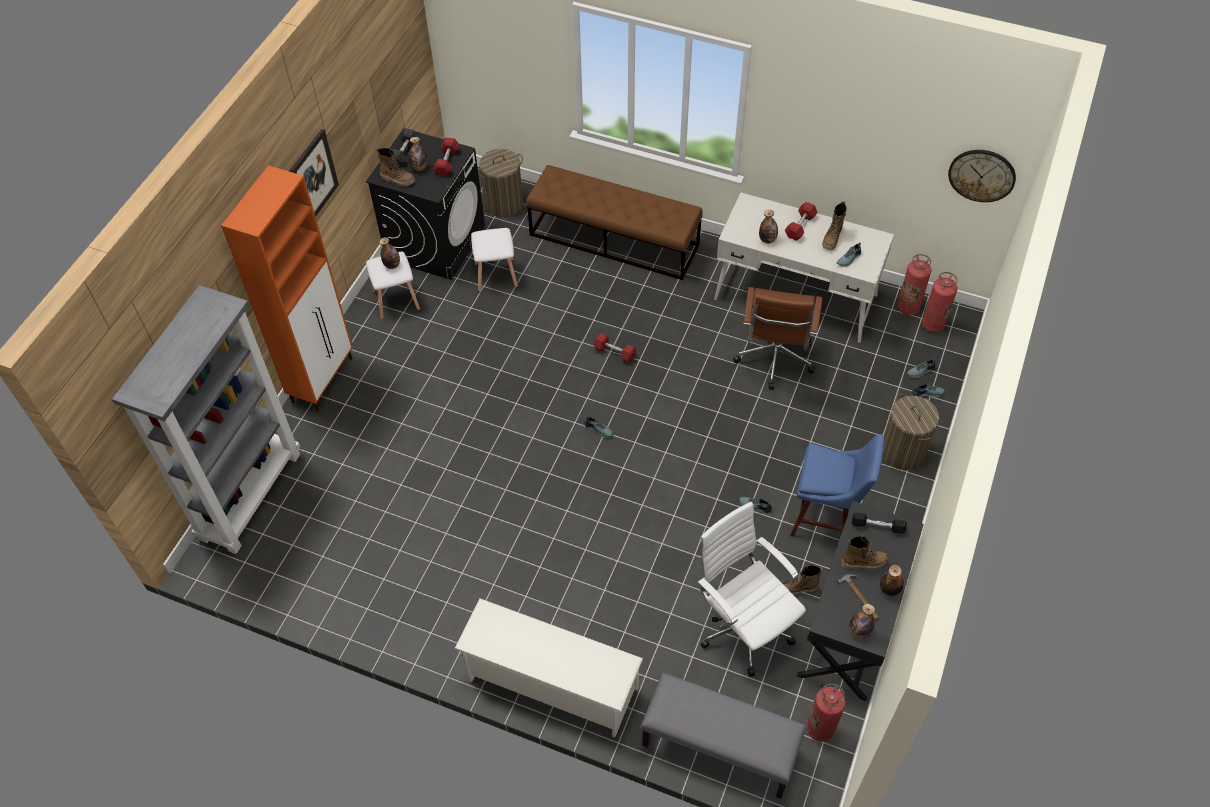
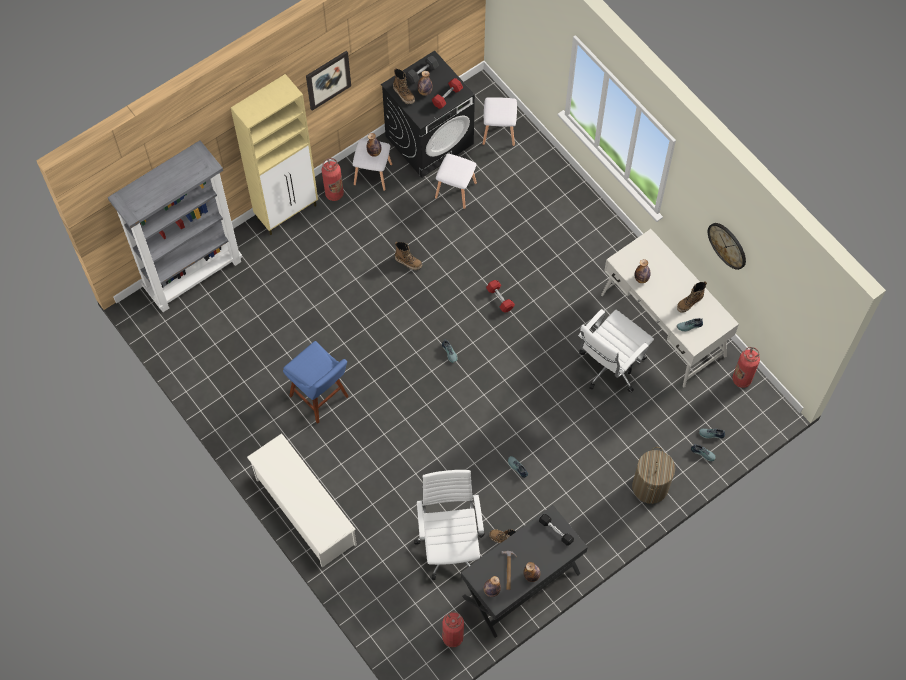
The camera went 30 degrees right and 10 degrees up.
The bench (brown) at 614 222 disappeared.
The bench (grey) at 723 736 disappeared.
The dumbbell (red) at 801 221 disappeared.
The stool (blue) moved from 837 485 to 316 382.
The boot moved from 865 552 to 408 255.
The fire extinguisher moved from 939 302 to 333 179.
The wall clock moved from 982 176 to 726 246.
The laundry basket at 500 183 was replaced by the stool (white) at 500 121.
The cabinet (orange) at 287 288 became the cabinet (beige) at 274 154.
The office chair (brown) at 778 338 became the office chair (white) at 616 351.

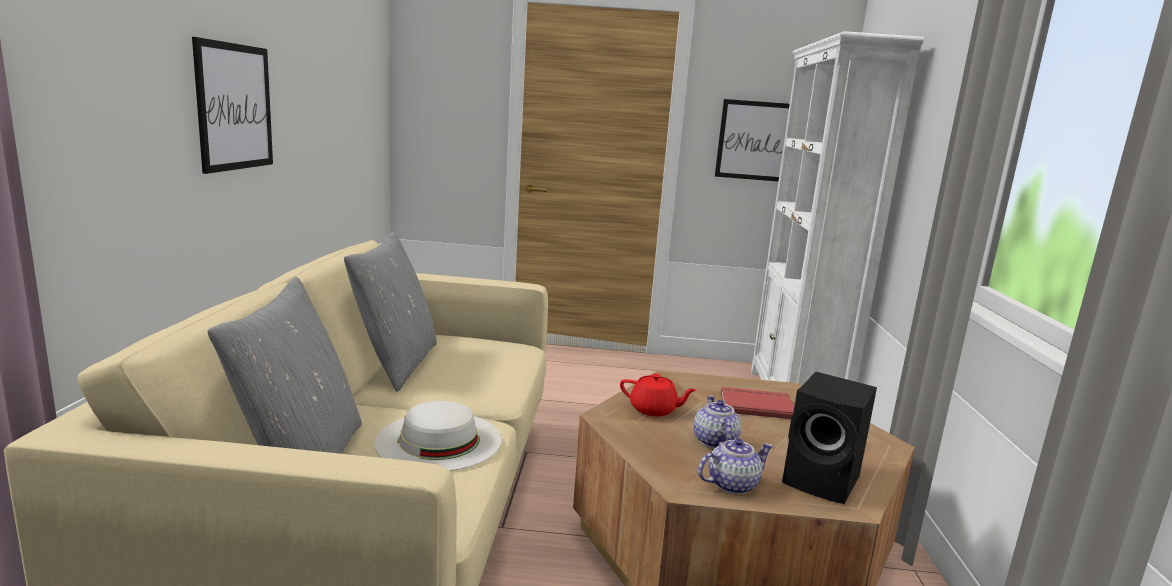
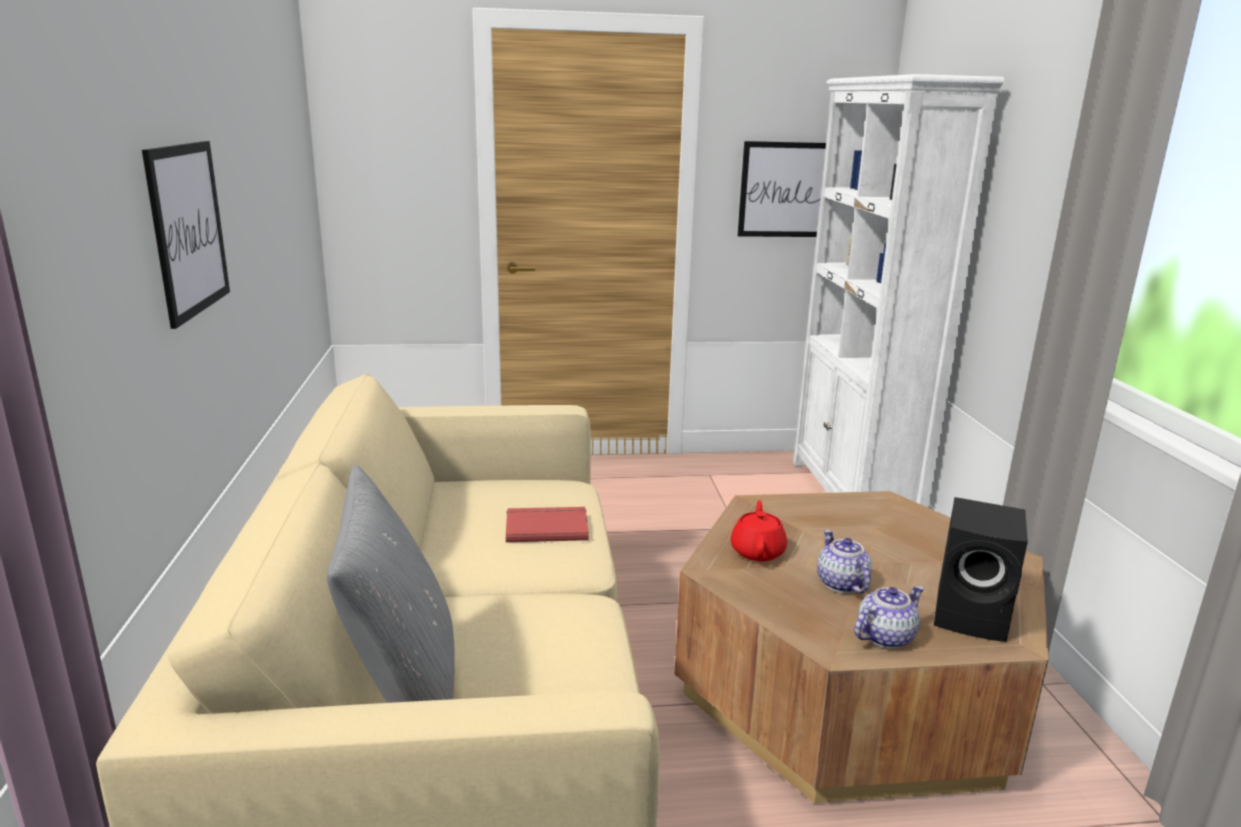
The camera went 10 degrees left and 5 degrees up.
The pillow (grey) at 390 312 disappeared.
The hat (white) at 437 436 disappeared.
The book (red) moved from 757 403 to 547 524.
The teapot (red) at 658 395 turned 90 degrees counterclockwise.

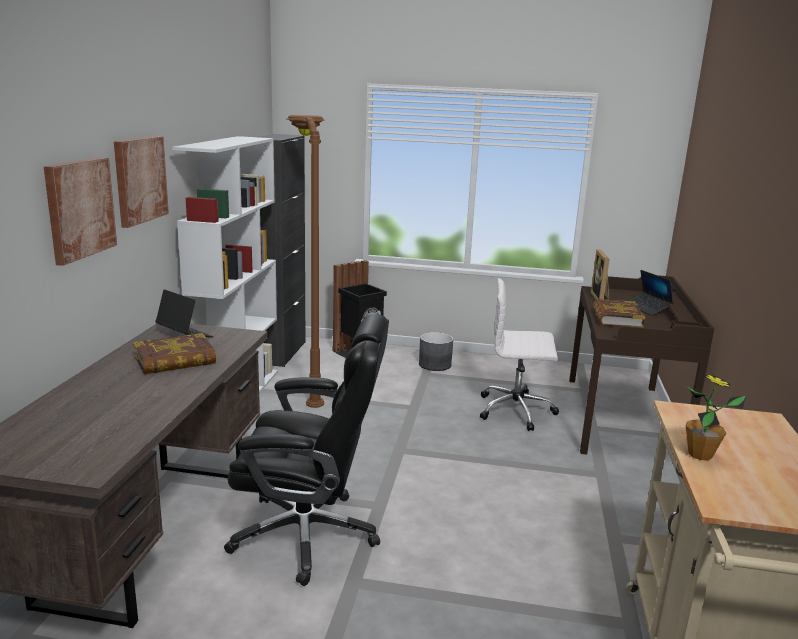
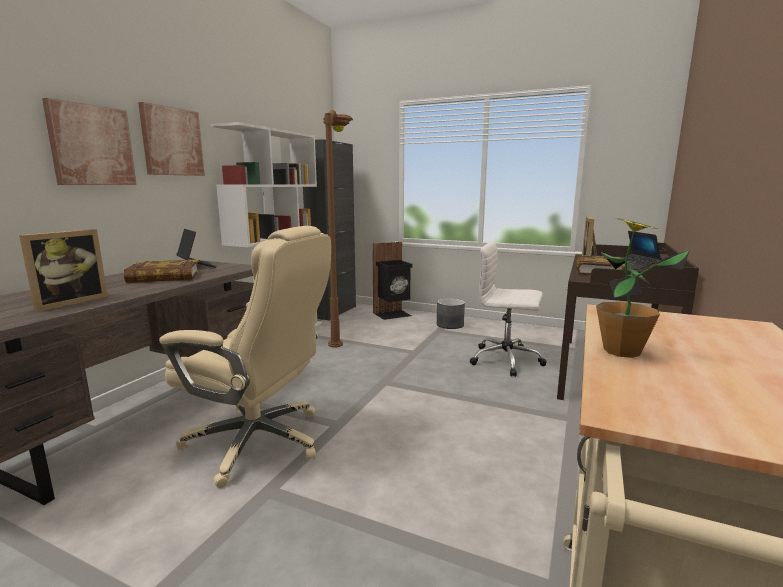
The camera went 15 degrees right and 5 degrees down.
The picture frame at 63 270 appeared.
The office chair (black) at 306 450 became the office chair (beige) at 245 357.

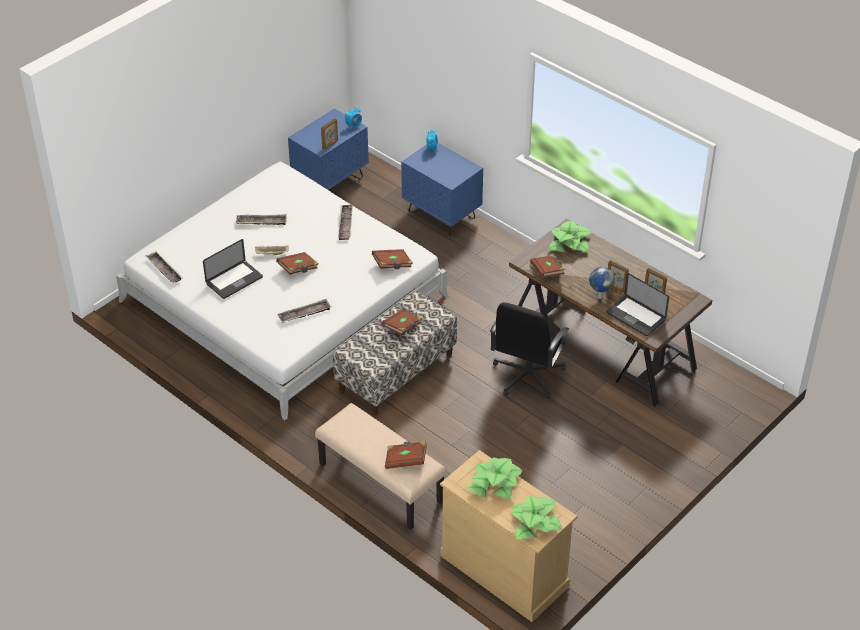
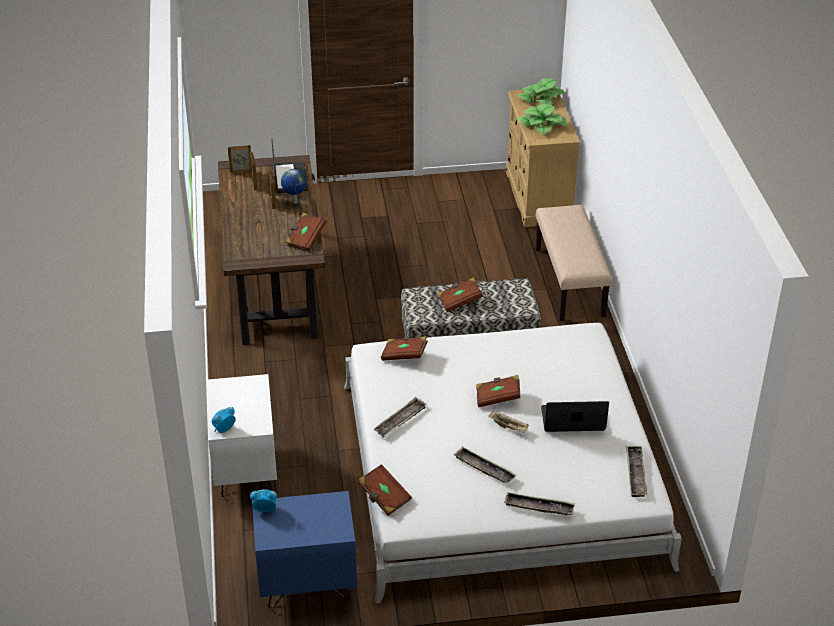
The camera went 140 degrees left and 5 degrees down.
The office chair (black) at 529 350 disappeared.
The potted plant at 570 237 disappeared.
The tray moved from 304 311 to 539 503.
The picture frame moved from 329 134 to 239 159.
The book (brown) moved from 406 455 to 385 490.
The nightstand (blue) at 442 189 became the nightstand (white) at 241 435.

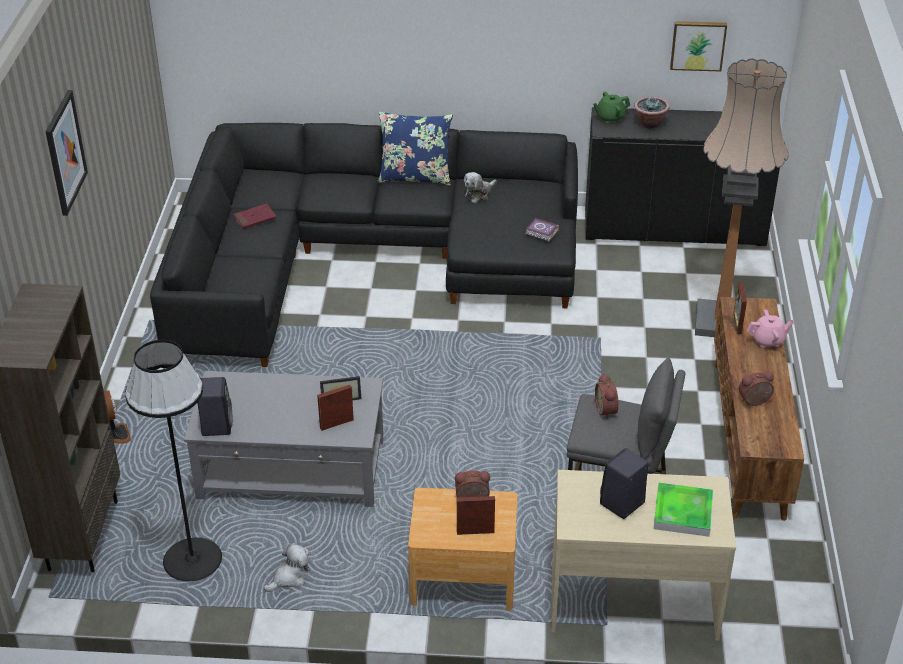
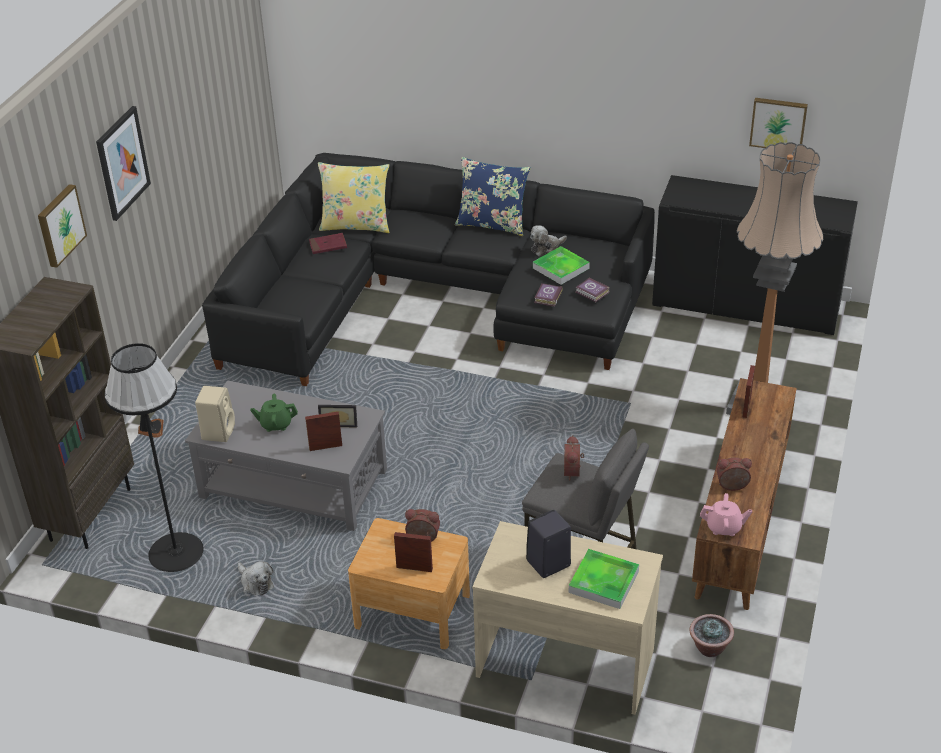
The camera went 15 degrees right and 0 degrees up.
The picture at 62 226 appeared.
The pillow (yellow) at 354 197 appeared.
The tray at 561 265 appeared.
The book at 548 295 appeared.
The teapot (green) moved from 611 107 to 274 413.
The potted plant moved from 652 113 to 712 635.
The teapot (pink) moved from 770 329 to 726 514.
The speaker (black) at 214 406 became the speaker (beige) at 215 414.
The plush toy at 287 567 turned 75 degrees clockwise.

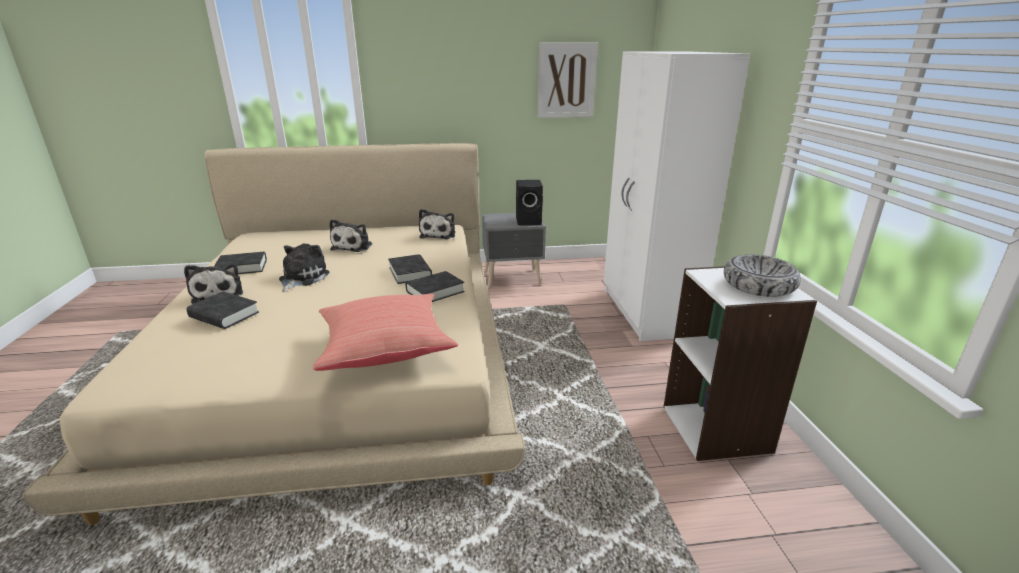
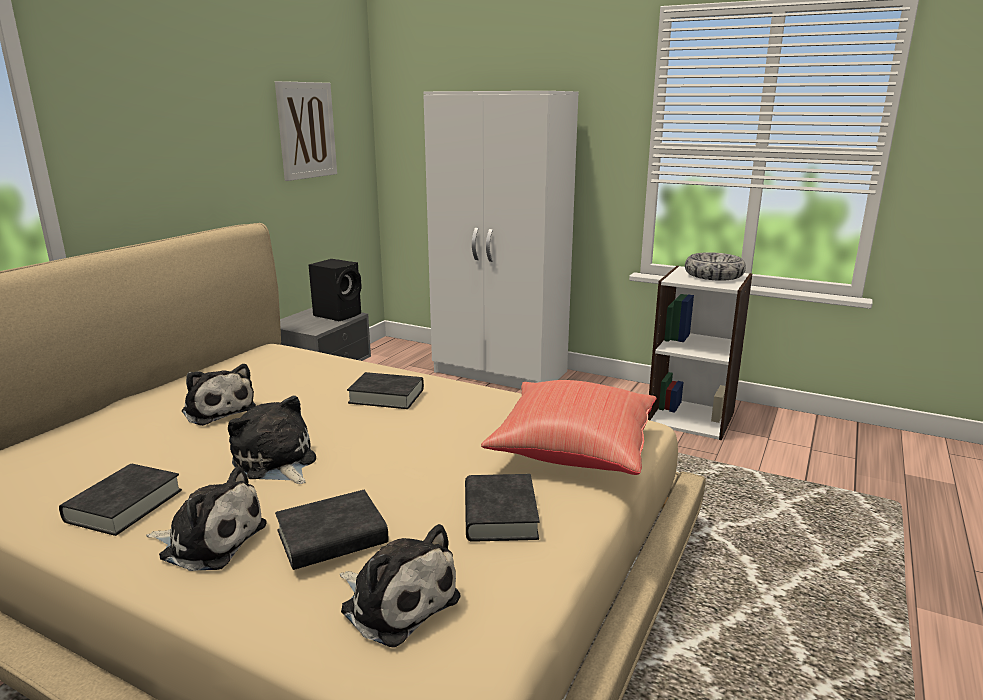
The camera went 55 degrees left and 5 degrees down.
The book (black) moved from 435 286 to 502 508.
The plush toy moved from 437 224 to 400 586.

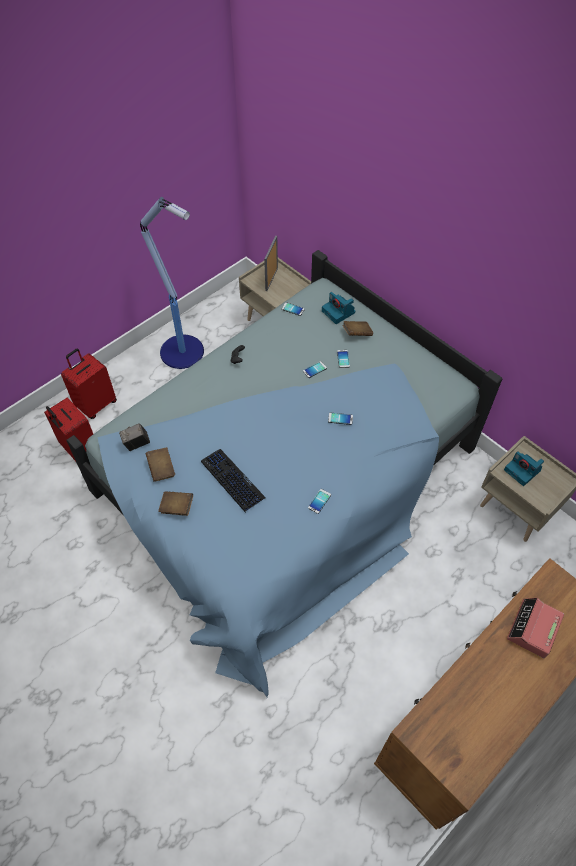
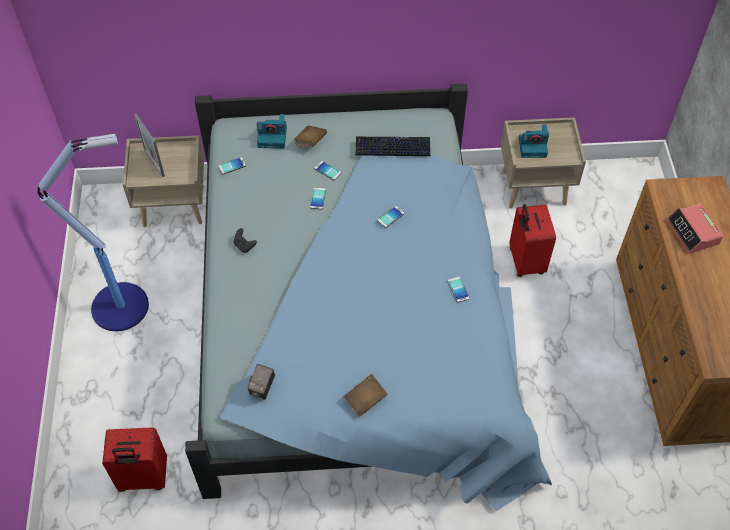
The camera went 50 degrees left and 0 degrees up.
The book (brown) at 160 464 disappeared.
The suitcase (red) moved from 89 384 to 532 240.
The keyboard moved from 233 481 to 393 146.

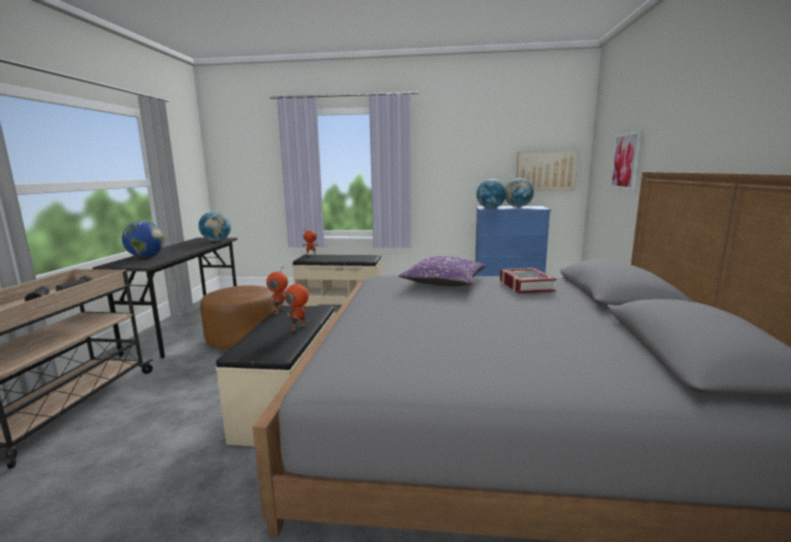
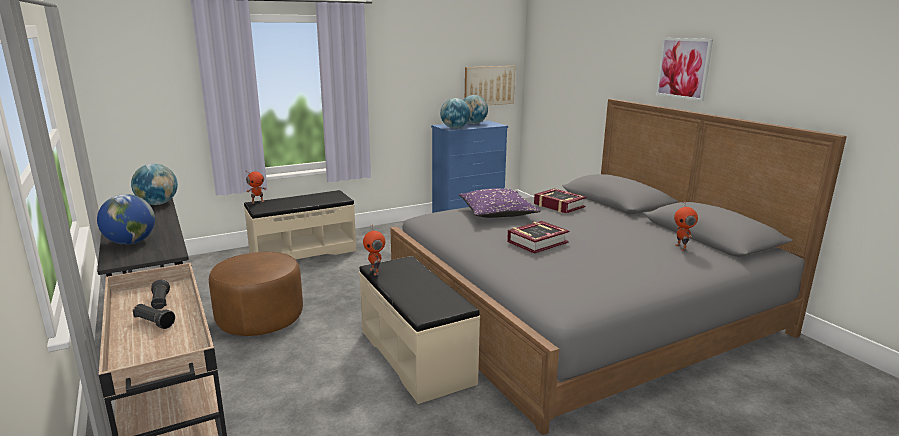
The camera went 35 degrees left and 5 degrees up.
The book at 538 237 appeared.
The toy robot moved from 297 305 to 686 226.
The picture moved from 626 160 to 684 69.

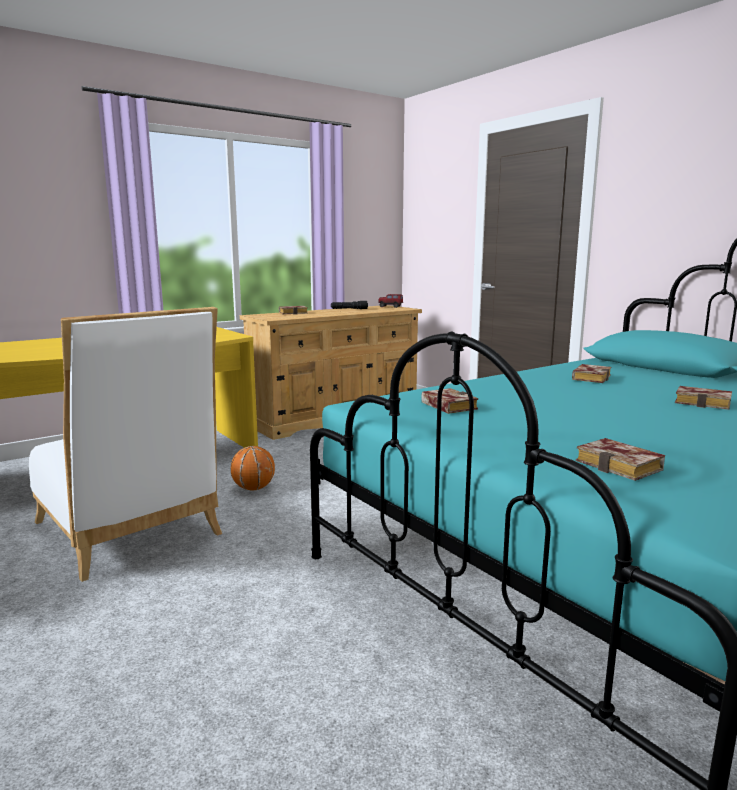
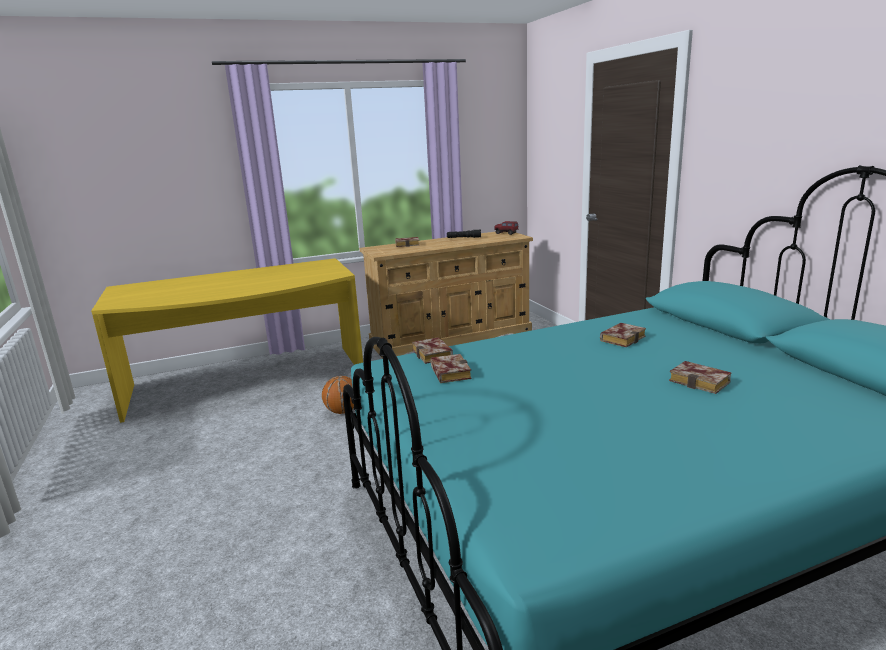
The camera went 15 degrees right and 5 degrees up.
The chair (white) at 125 444 disappeared.
The book moved from 620 459 to 432 350.

